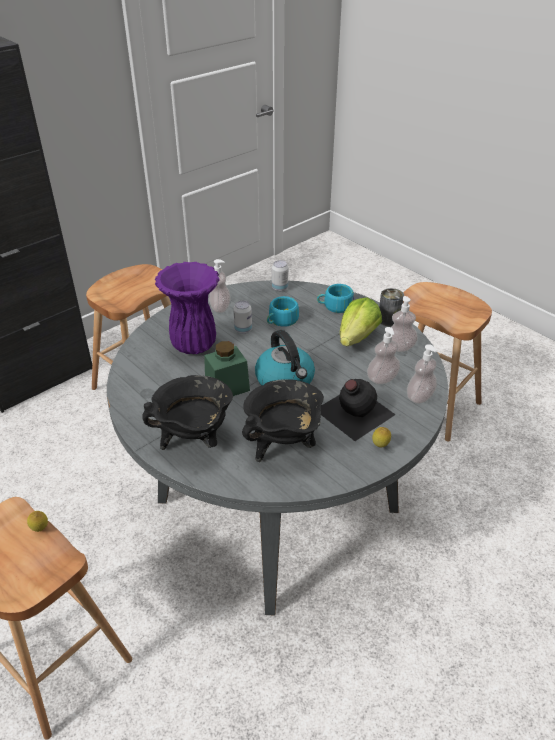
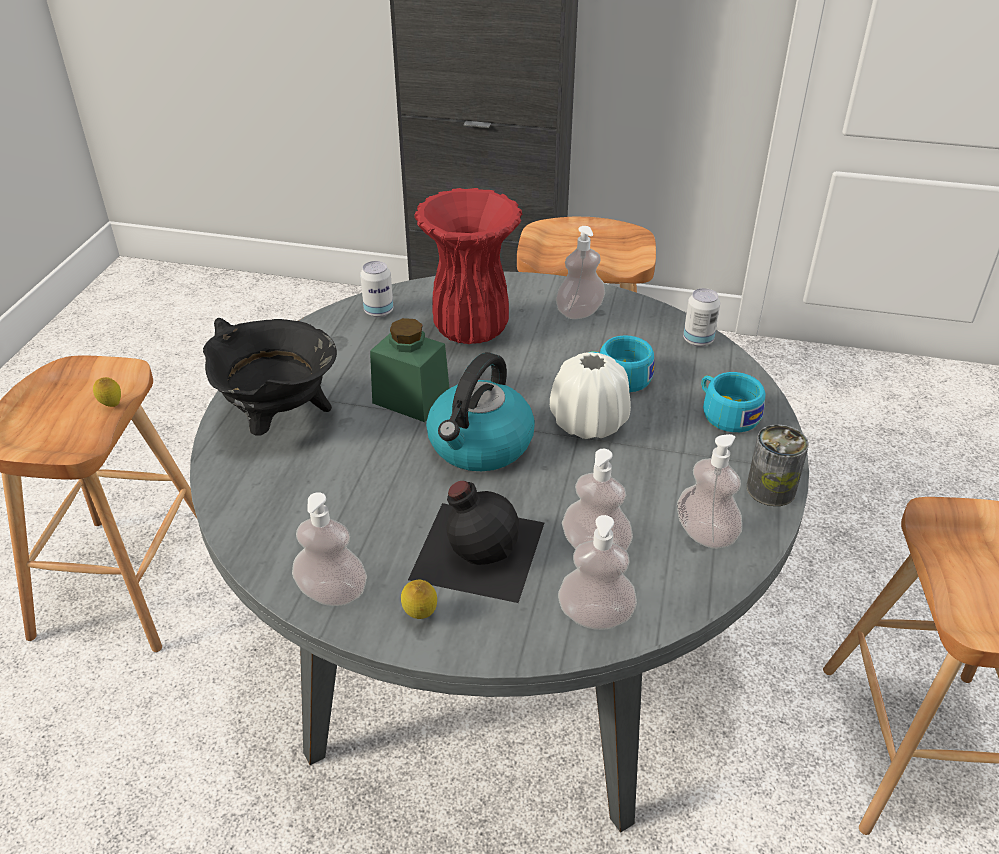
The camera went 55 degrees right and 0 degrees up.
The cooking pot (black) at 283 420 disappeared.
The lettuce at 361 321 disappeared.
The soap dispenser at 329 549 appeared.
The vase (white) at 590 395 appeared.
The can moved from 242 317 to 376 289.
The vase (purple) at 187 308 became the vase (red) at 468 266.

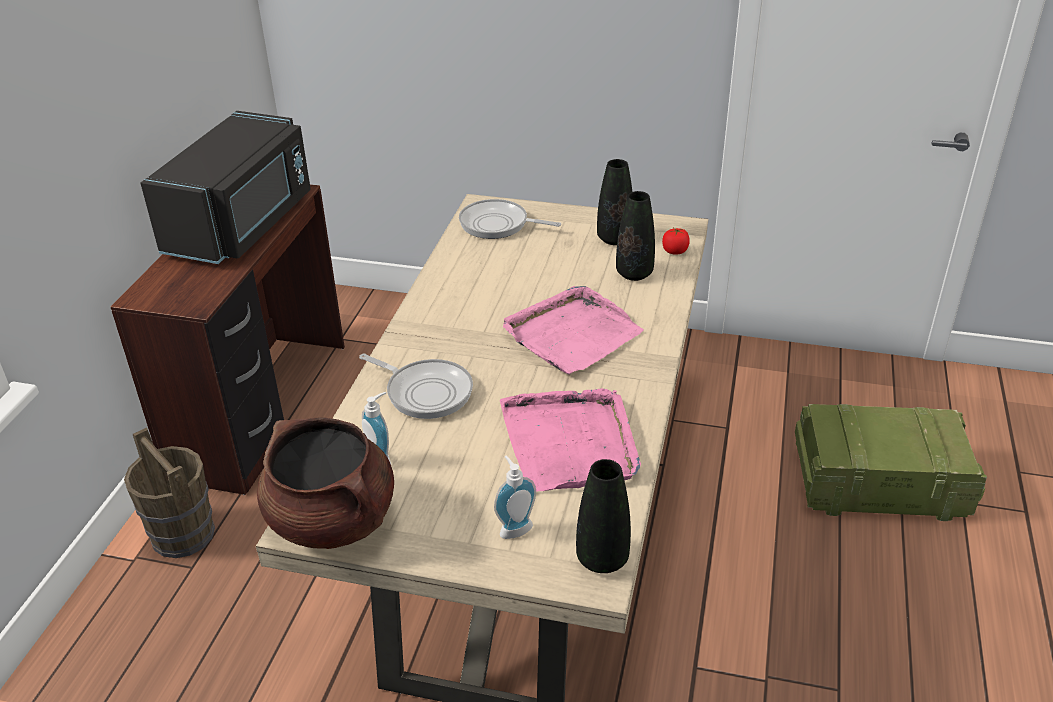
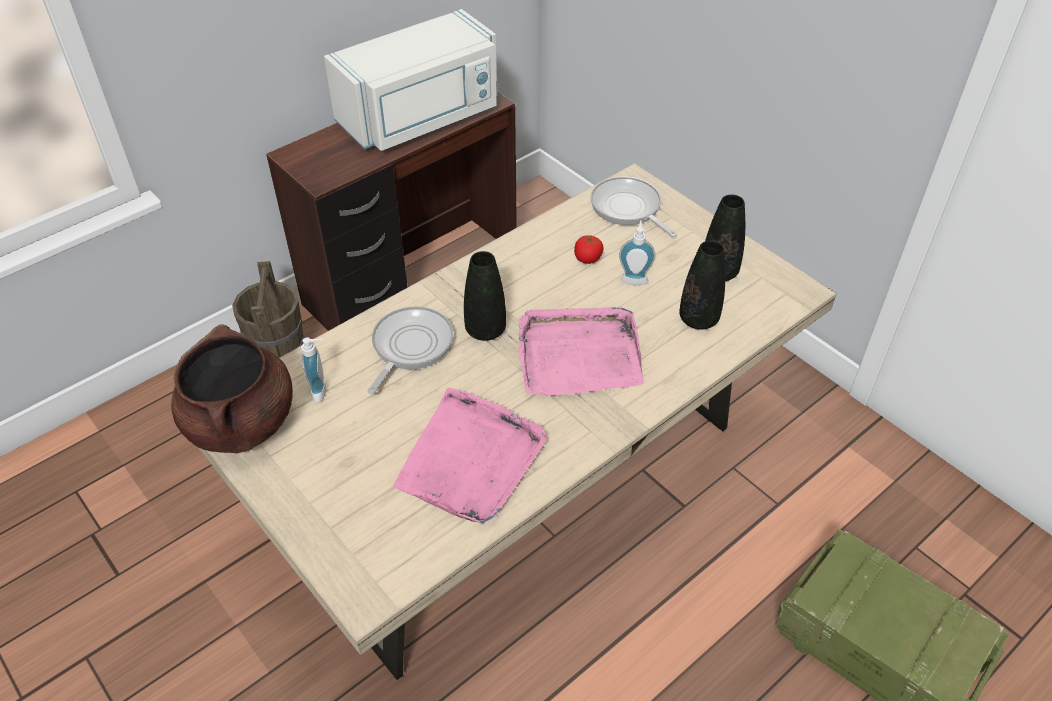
The camera went 35 degrees right and 10 degrees up.
The soap dispenser moved from 515 497 to 637 252.
The vase (black) moved from 603 516 to 485 296.
The tomato moved from 676 241 to 589 249.
The microwave (black) at 226 187 became the microwave (white) at 411 80.
The frying pan at 416 386 turned 135 degrees counterclockwise.

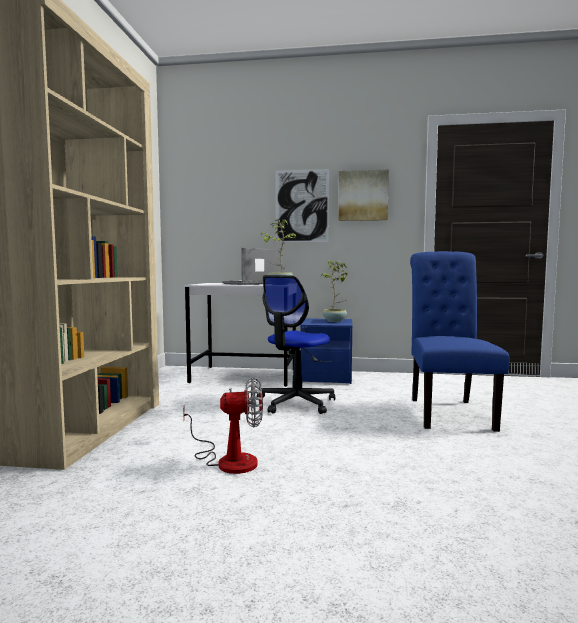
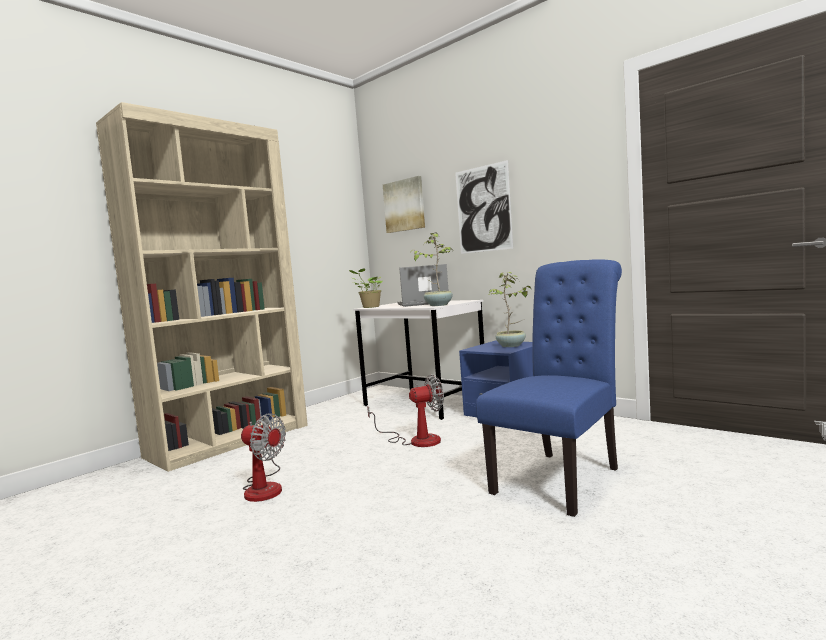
The camera went 35 degrees right and 0 degrees up.
The potted plant at 366 288 appeared.
The picture moved from 364 195 to 404 204.
The office chair at 296 344 was replaced by the fan at 405 410.

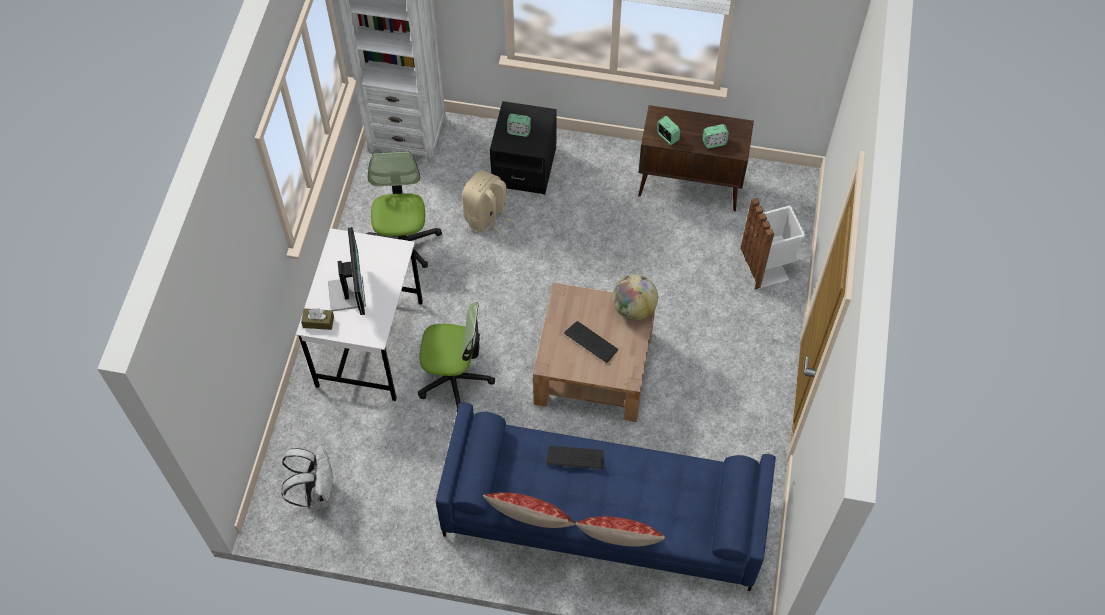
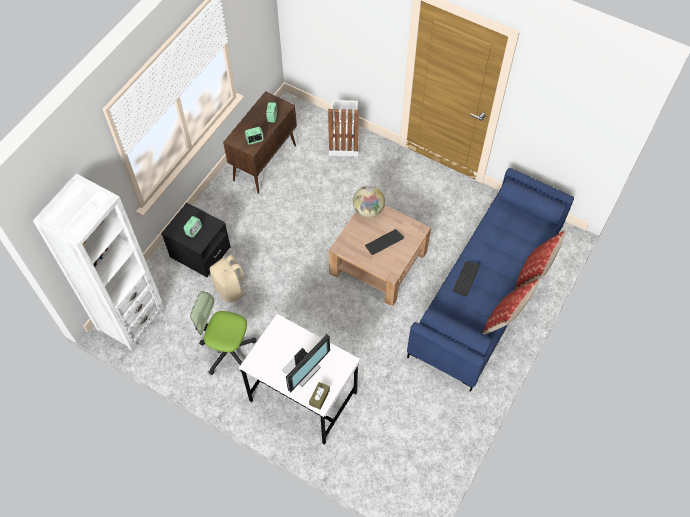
The camera went 70 degrees left and 0 degrees up.
The backpack (white) at 307 477 disappeared.
The office chair at 456 357 disappeared.
The monitor at 347 271 turned 120 degrees clockwise.

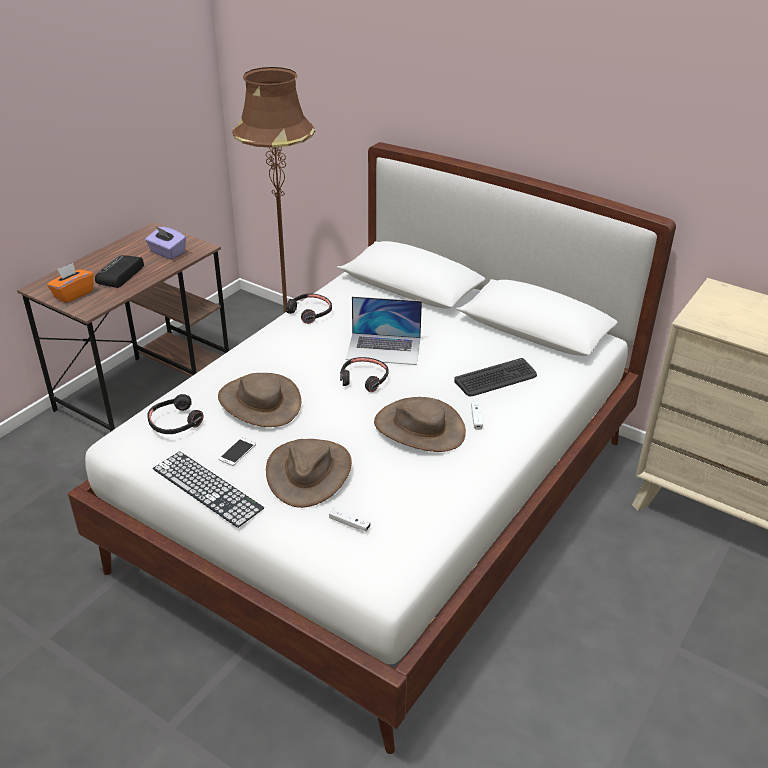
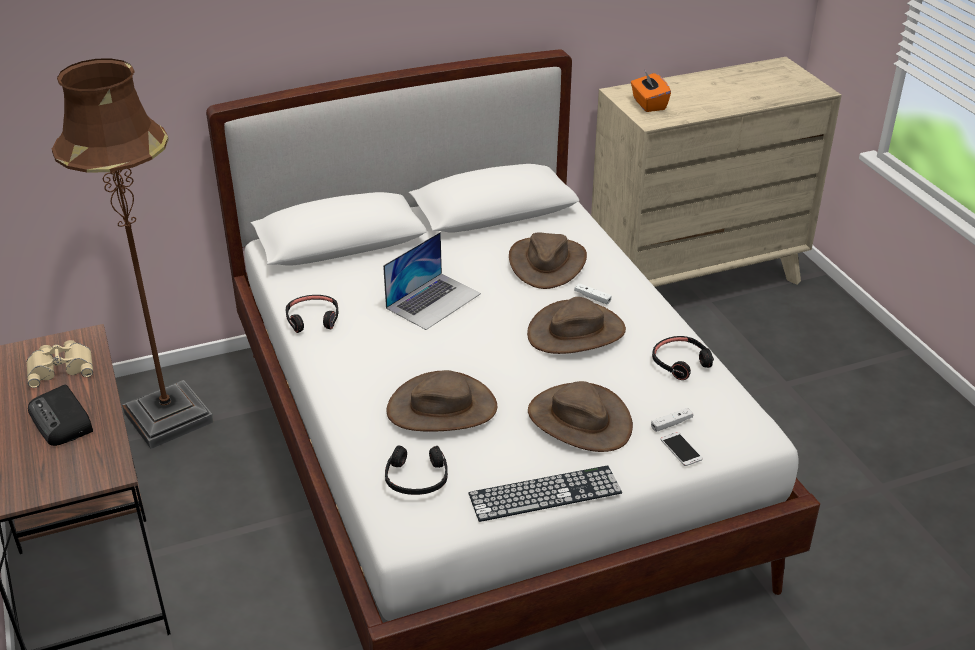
The camera went 55 degrees left and 0 degrees up.
The tissue box (orange) moved from 70 283 to 651 91.
The phone moved from 237 452 to 682 449.
The headphones (black) moved from 364 374 to 683 358.
The tissue box (purple) at 165 243 was replaced by the binoculars (beige) at 59 364.
The keyboard at 495 377 was replaced by the hat (brown) at 548 260.

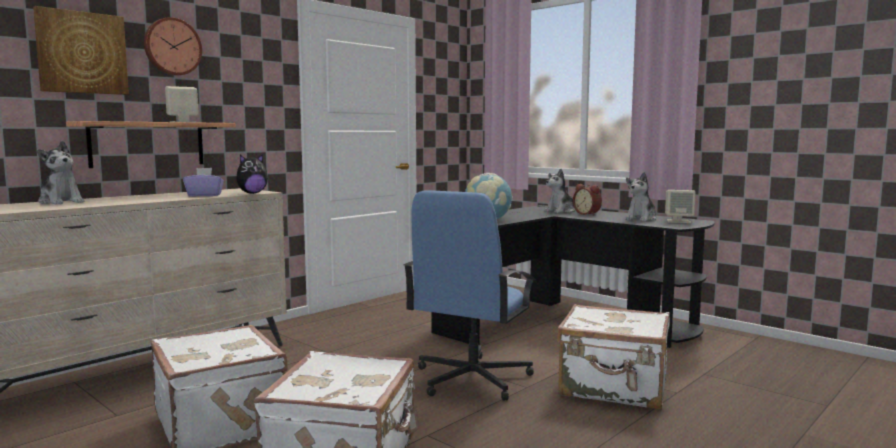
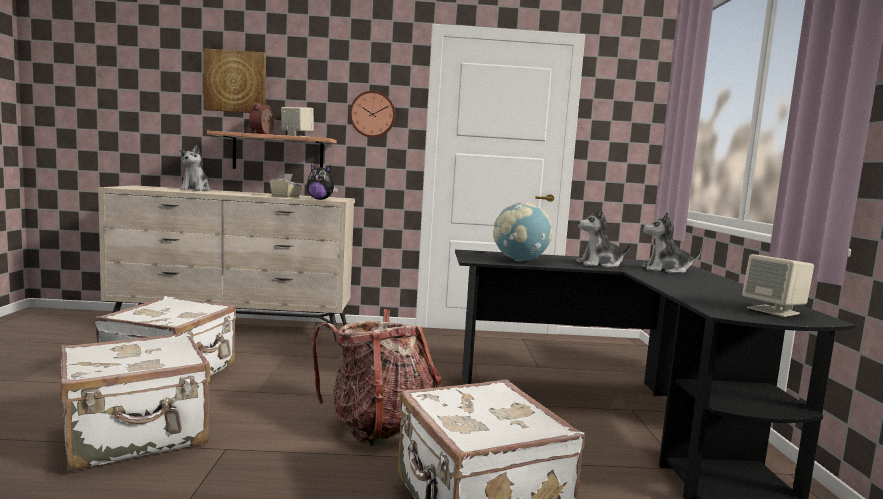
The camera went 45 degrees right and 0 degrees up.
The wall clock moved from 173 46 to 372 114.
The alarm clock moved from 587 199 to 261 118.
The plush toy moved from 641 196 to 603 237.
The office chair (blue) at 469 295 was replaced by the backpack at 376 377.
The tissue box (purple) at 203 182 became the tissue box (beige) at 286 185.

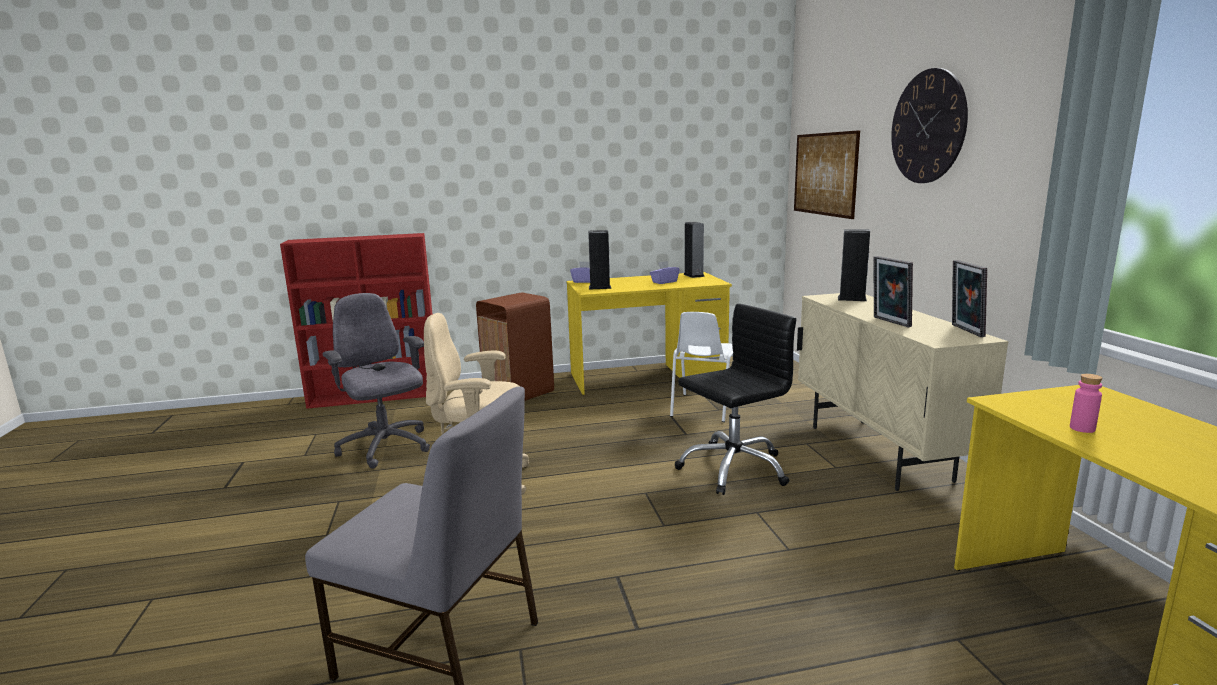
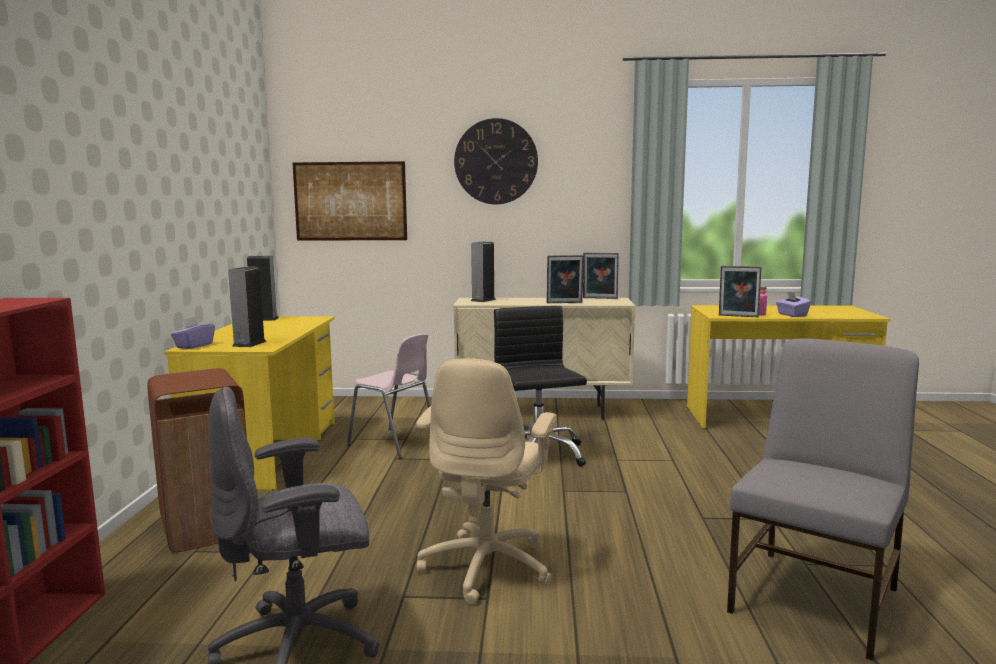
The camera went 75 degrees left and 5 degrees down.
The picture frame at 740 291 appeared.
The tissue box (purple) moved from 665 272 to 793 304.
The chair (white) at 701 367 became the chair (pink) at 389 396.

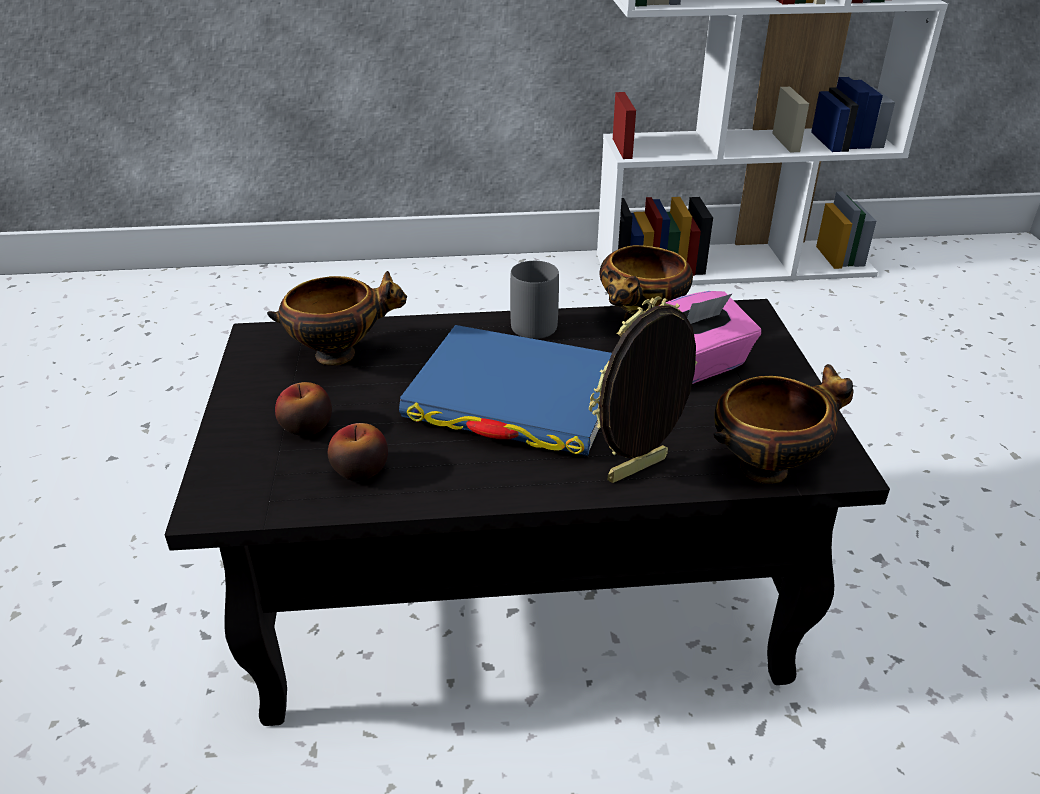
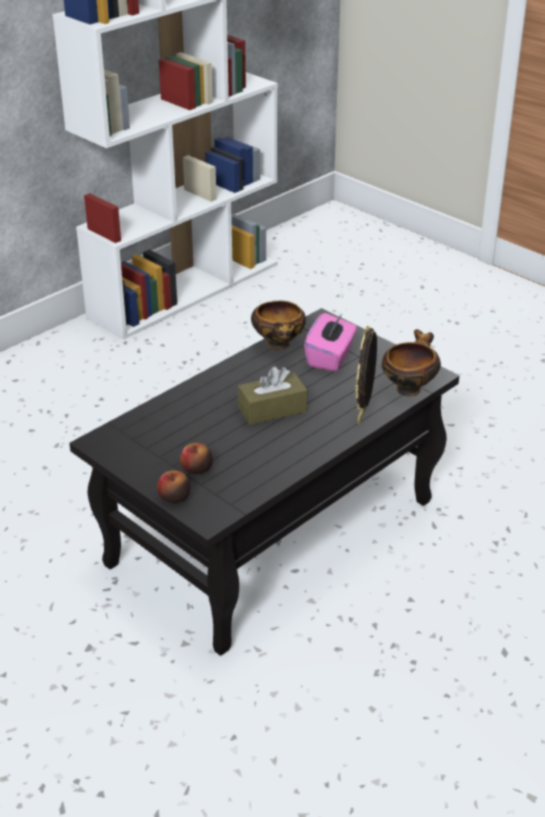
The camera went 40 degrees left and 0 degrees up.
The bowl at 337 318 disappeared.
The mug (grey) at 534 300 disappeared.
The apple moved from 358 452 to 174 486.
The book (blue) at 505 390 was replaced by the tissue box (brown) at 272 395.

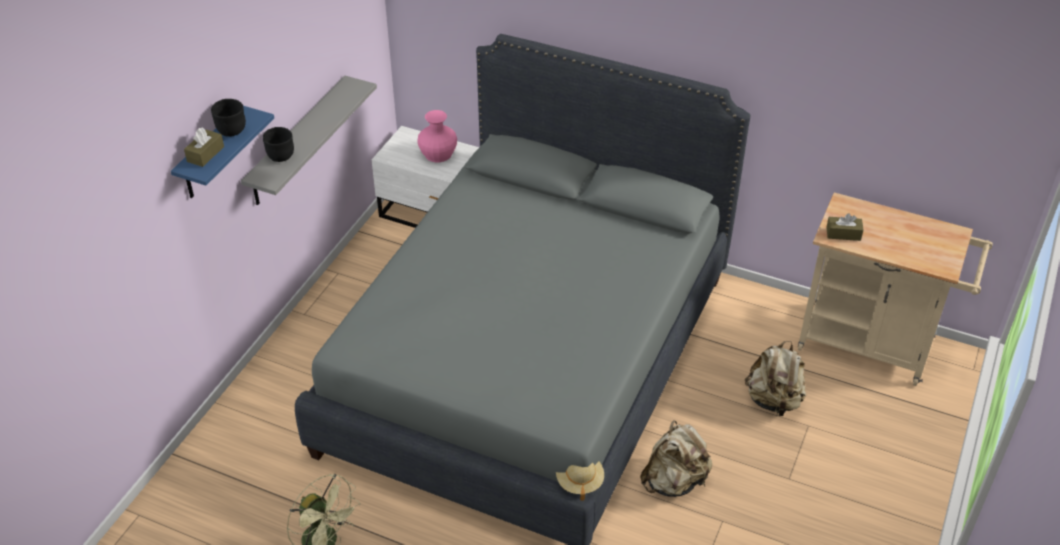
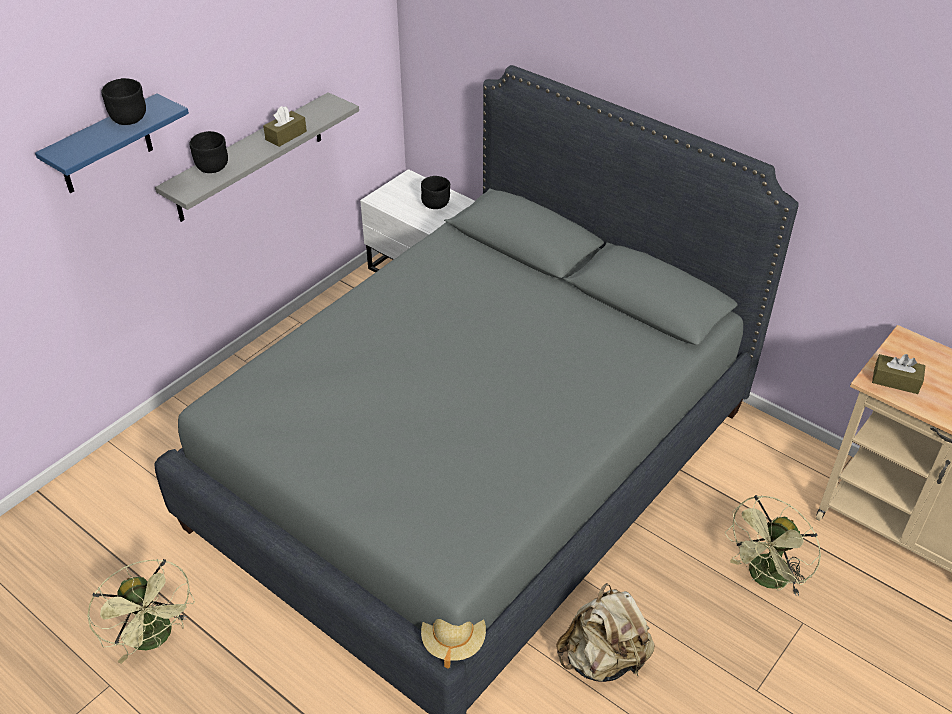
The camera went 15 degrees right and 0 degrees up.
The tissue box (brown) moved from 204 147 to 285 126.
The vase (pink) at 437 136 was replaced by the bowl (black) at 435 192.
The backpack (beige) at 775 378 was replaced by the fan (green) at 773 545.

